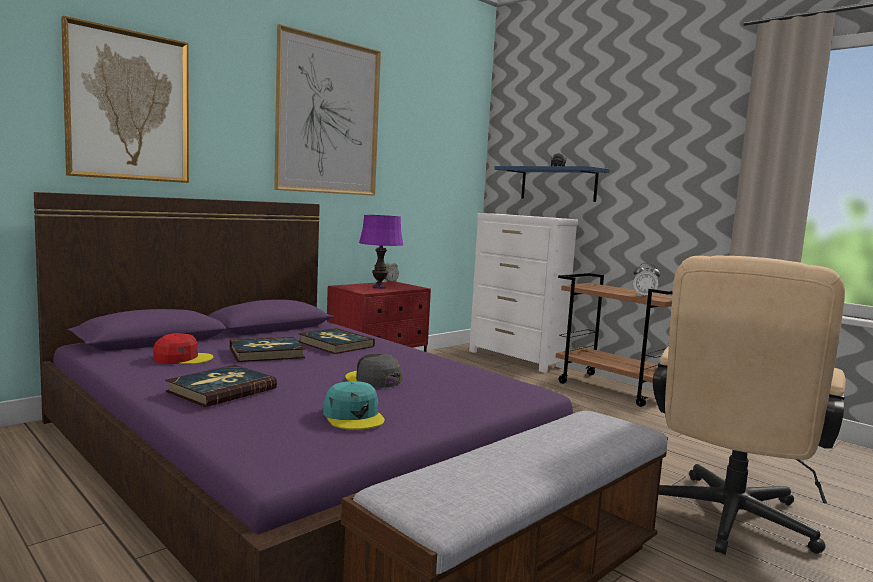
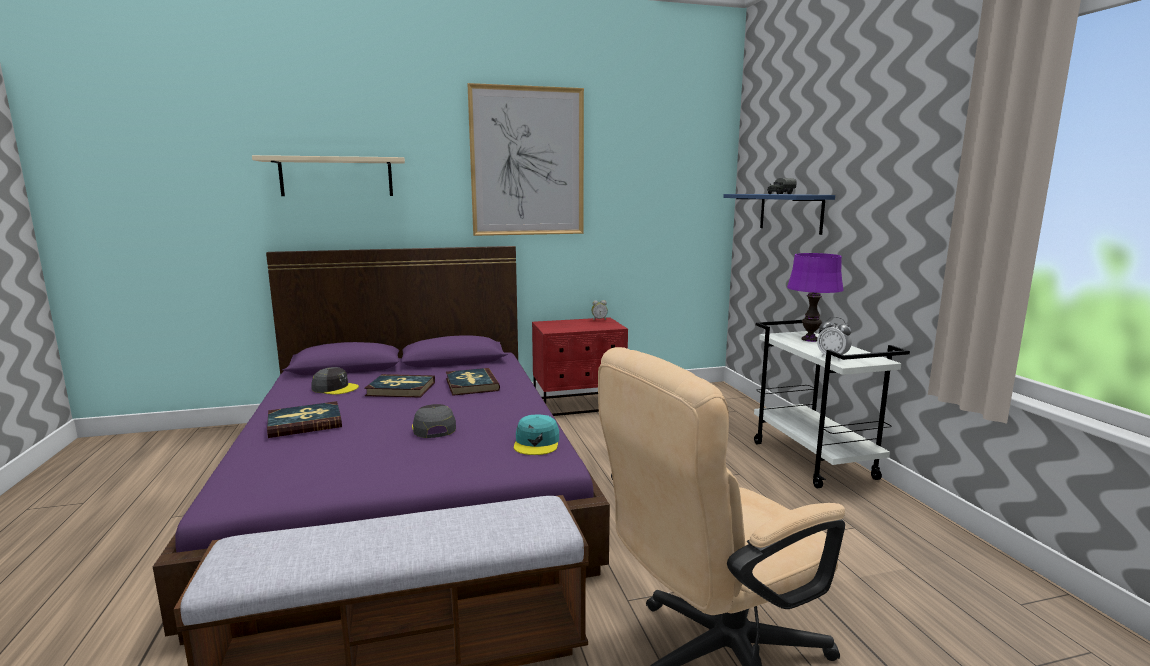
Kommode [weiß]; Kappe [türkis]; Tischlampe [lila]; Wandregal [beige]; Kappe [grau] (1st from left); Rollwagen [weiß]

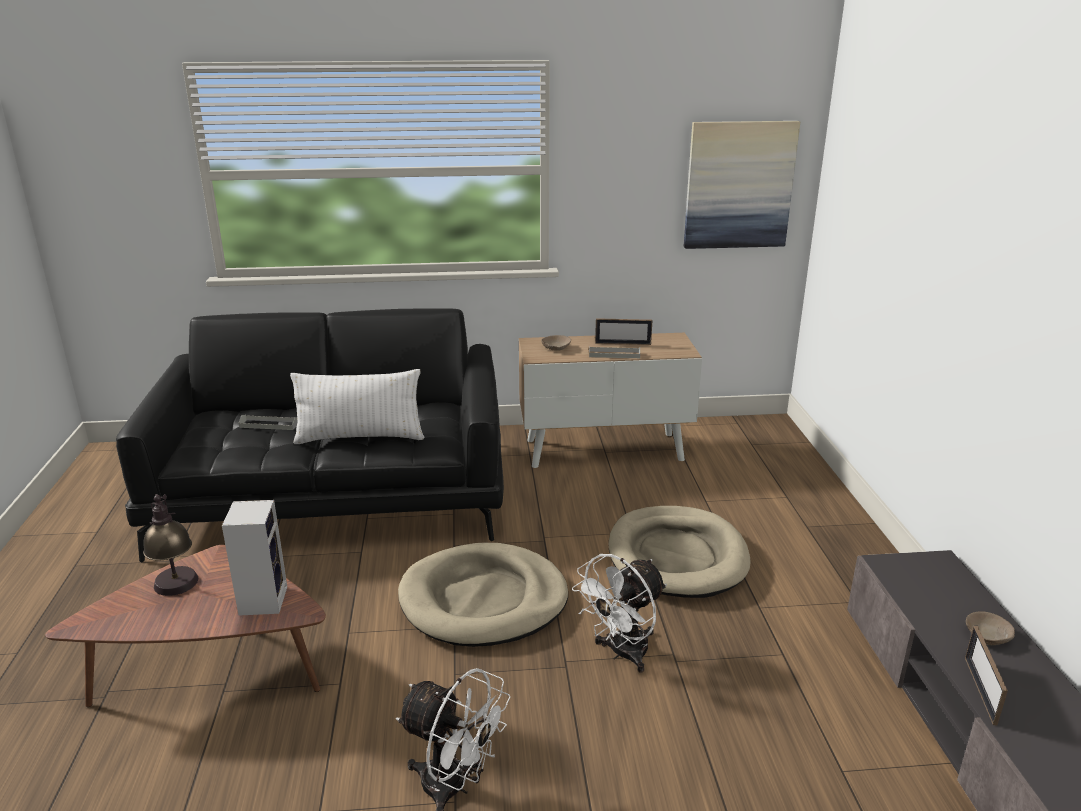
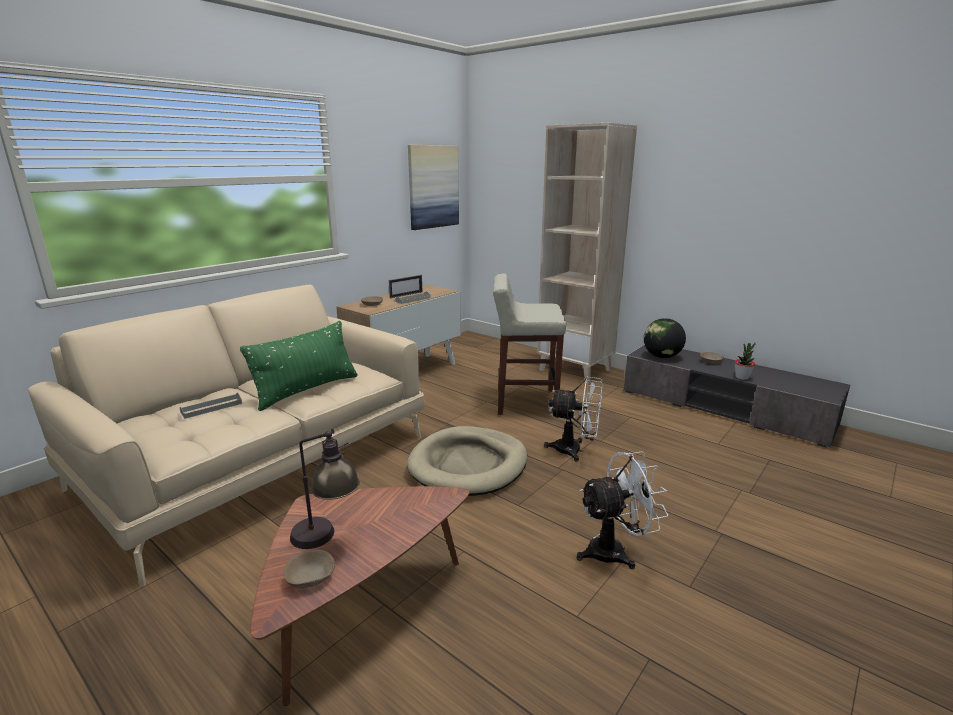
Lautsprecher; Schüssel [beige] (1st from left); Bücherregal [beige]; Globus; Hocker [beige]; Topfpflanze; Sofa [beige]; Kissen [grün]; Ventilator [weiß] (1st from left)

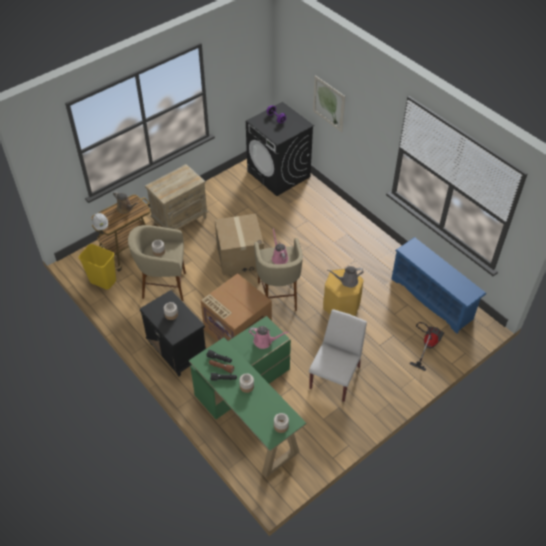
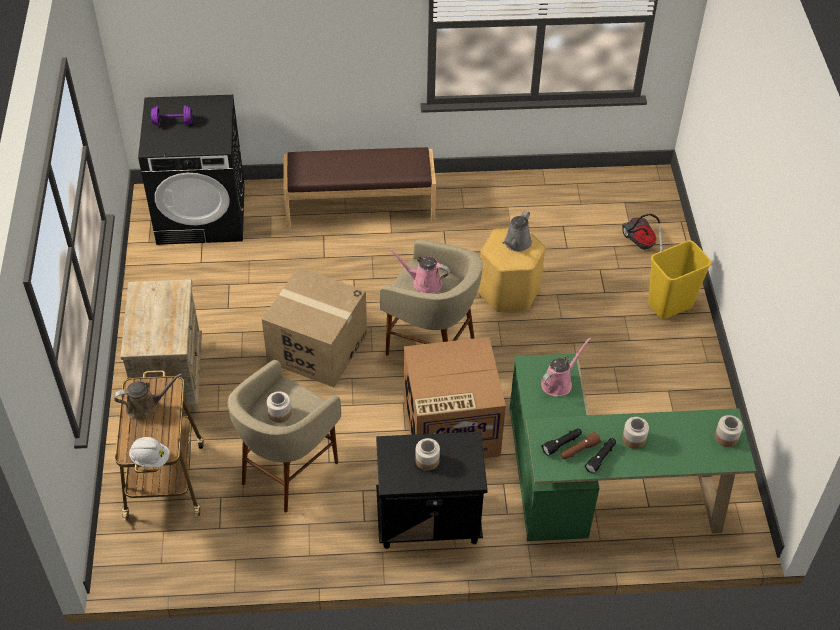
Stuhl [weiß]; Bild; Schuhregal [blau]; Bank [braun]; Mülleimer [gelb]

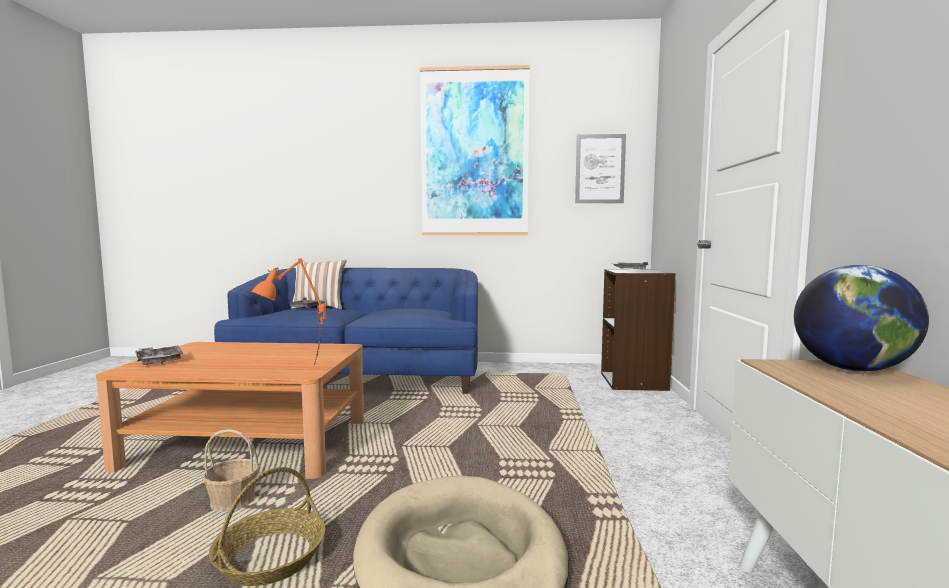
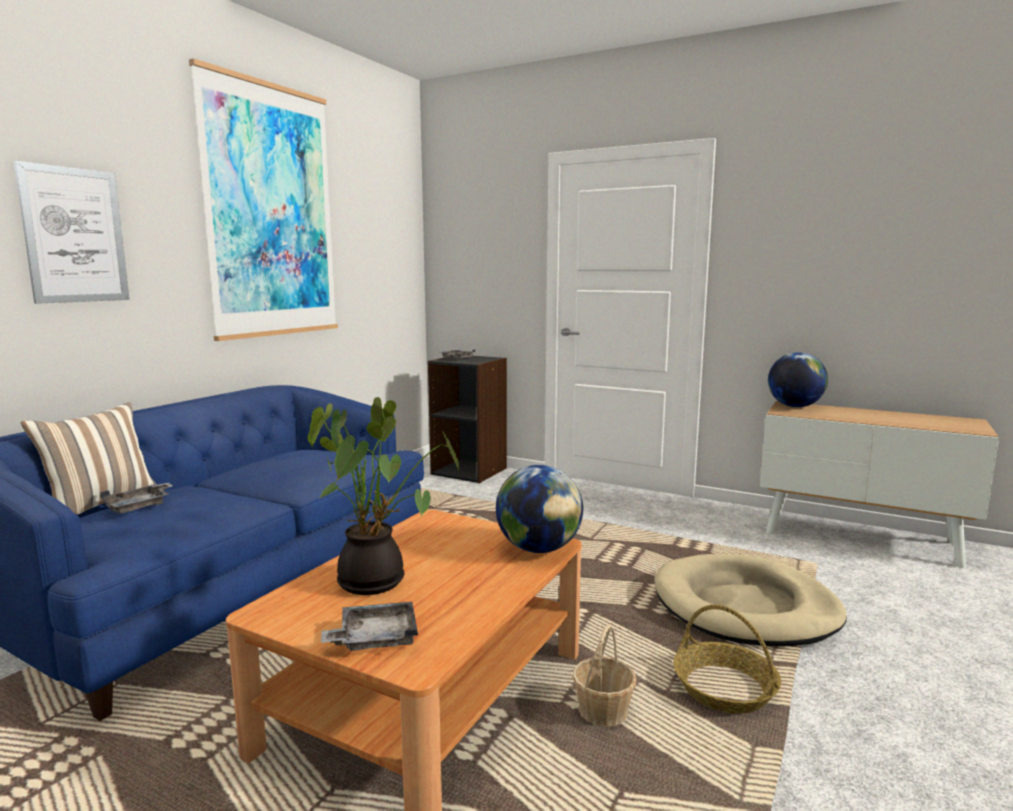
Topfpflanze; Bild (1st from left); Globus (1st from left)

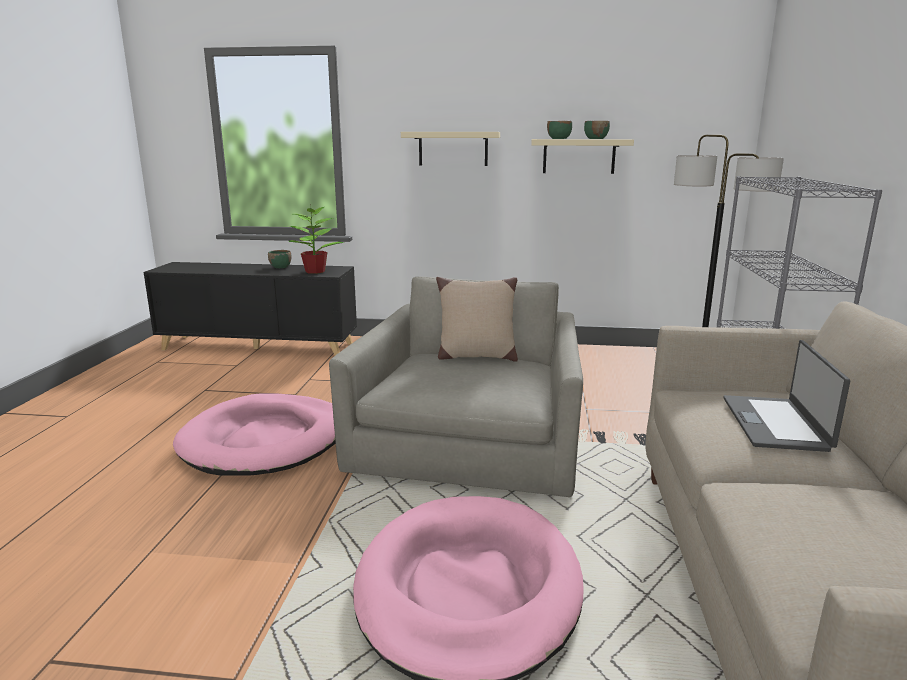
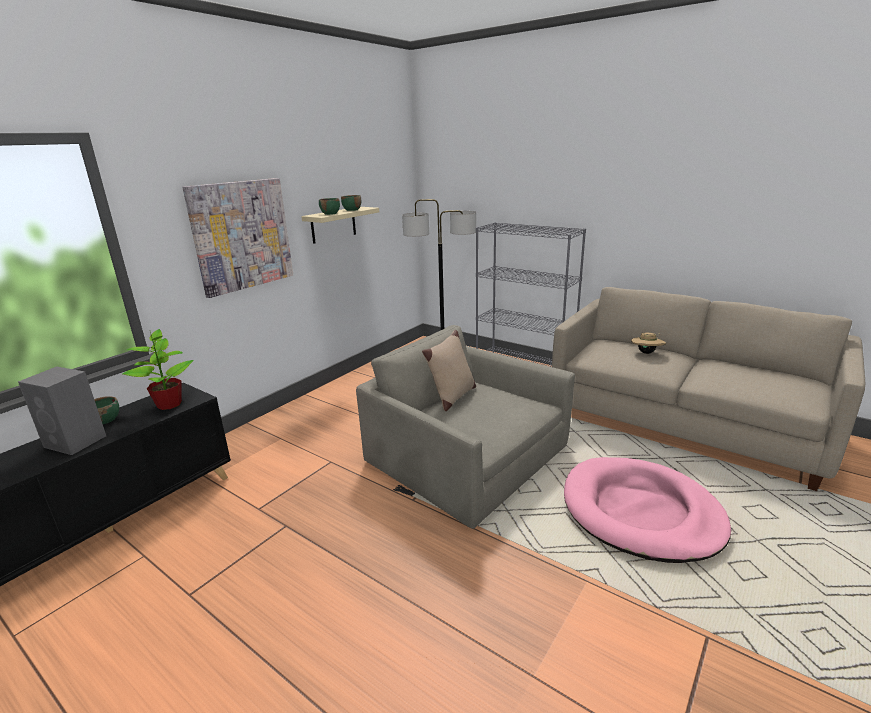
Hundebett [rosa] (1st from left in the first image); Lautsprecher [grau]; Bild; Hut [beige]

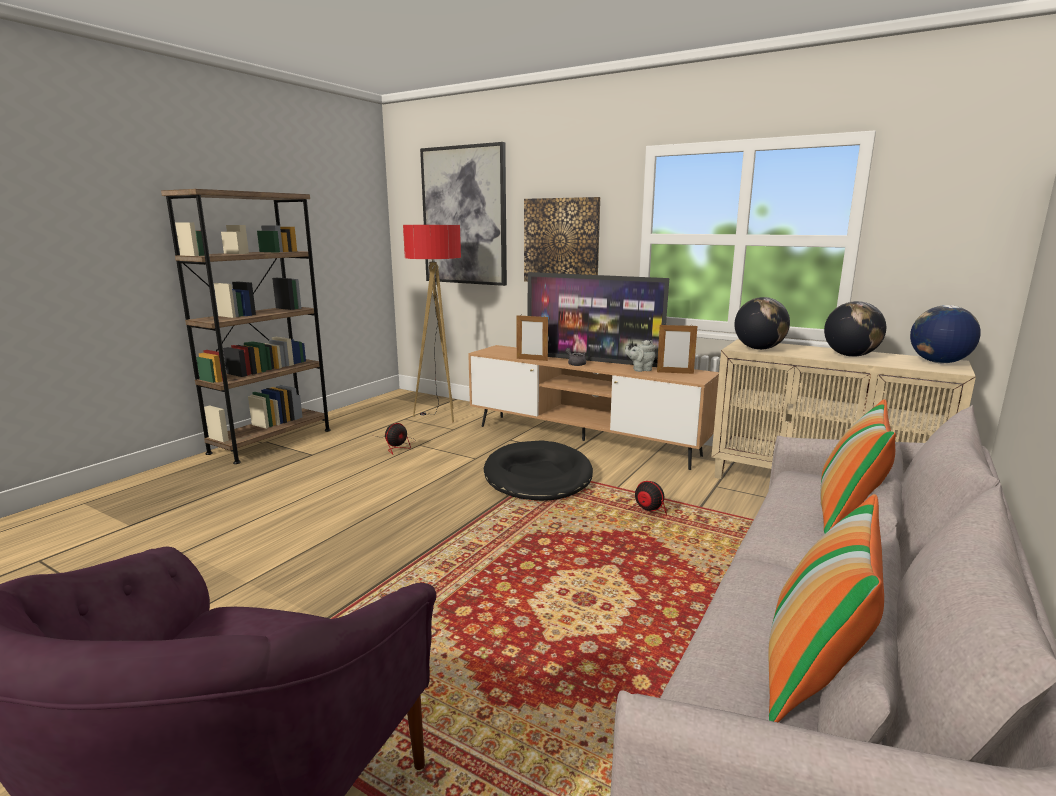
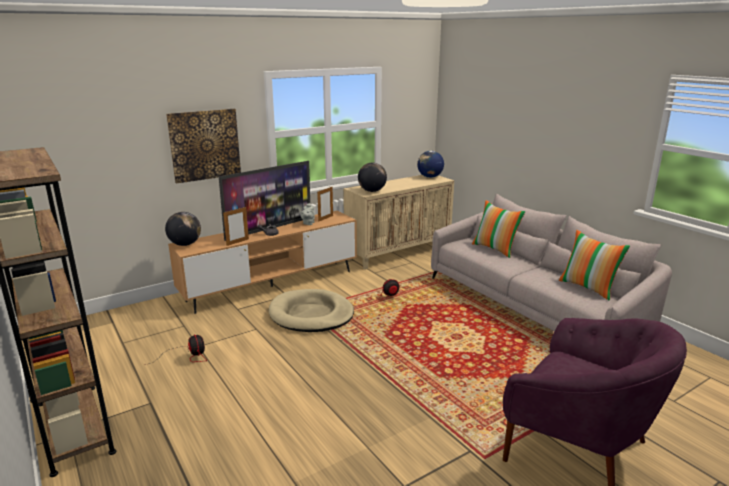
Stehlampe; Bild (1st from left in the first image); Globus (1st from left); Hundebett [beige]

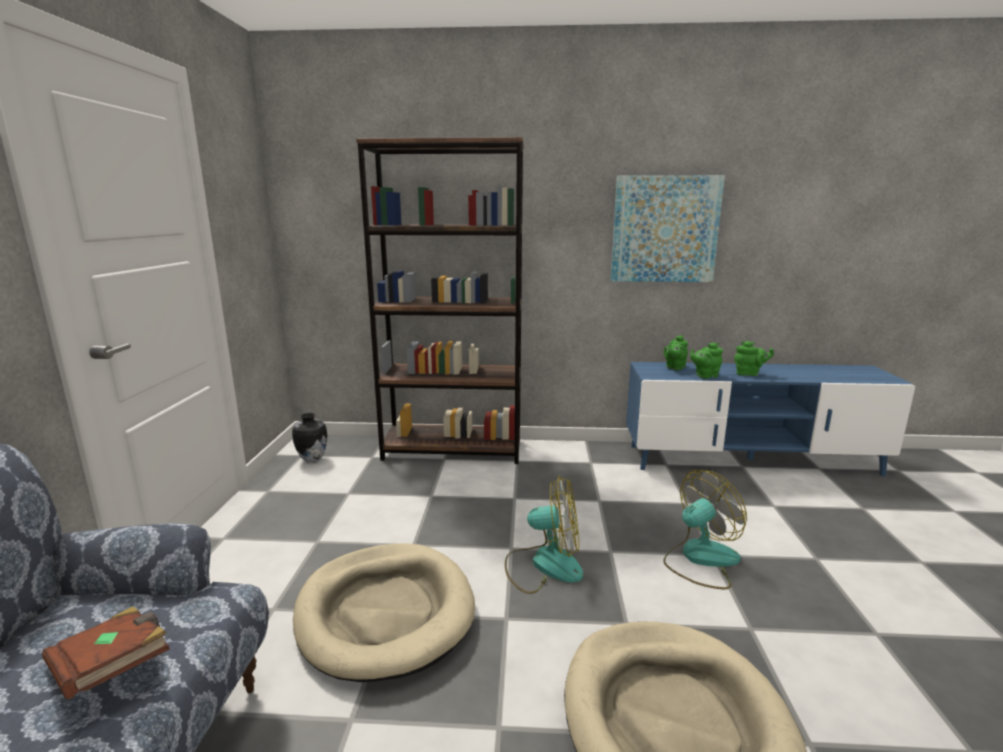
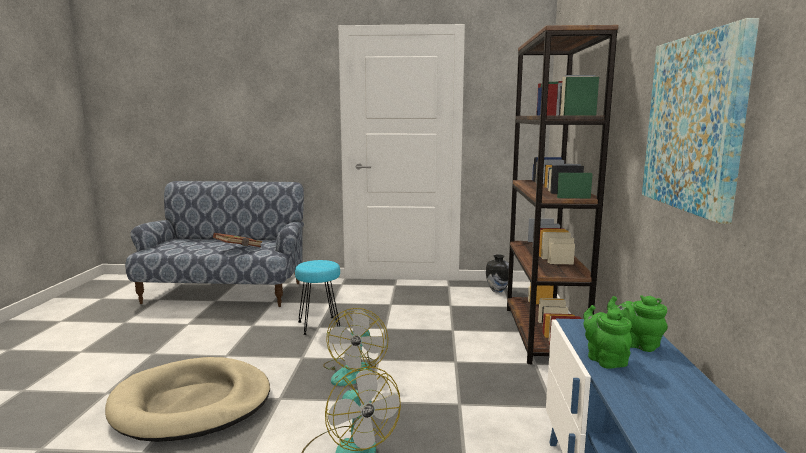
Teekanne [grün] (3rd from left in the first image); Hocker [türkis]

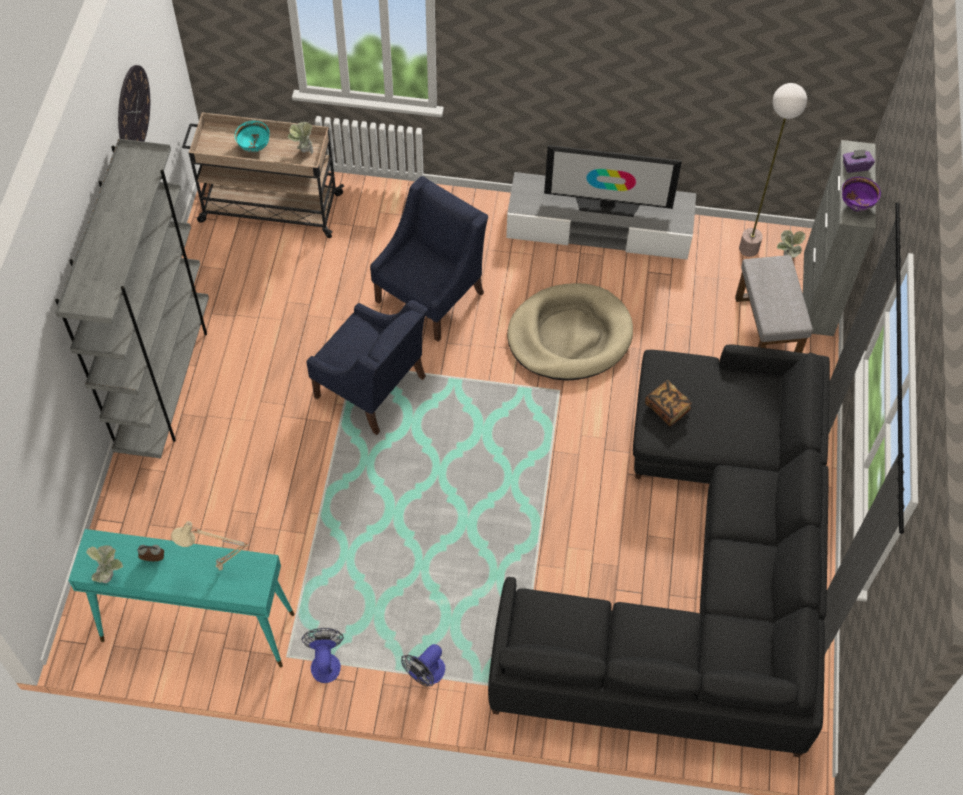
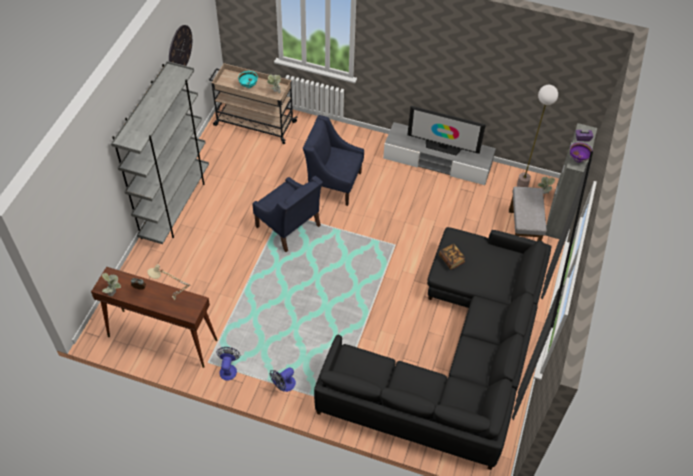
Hundebett [beige]; Konsolentisch [braun]; Sessel [blau] (2nd from left)

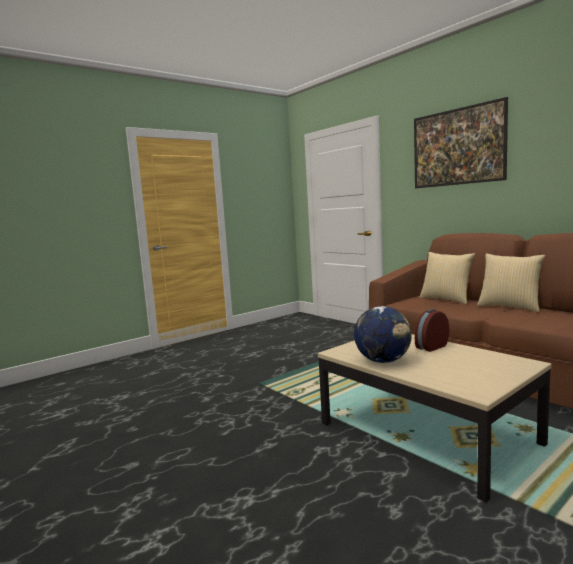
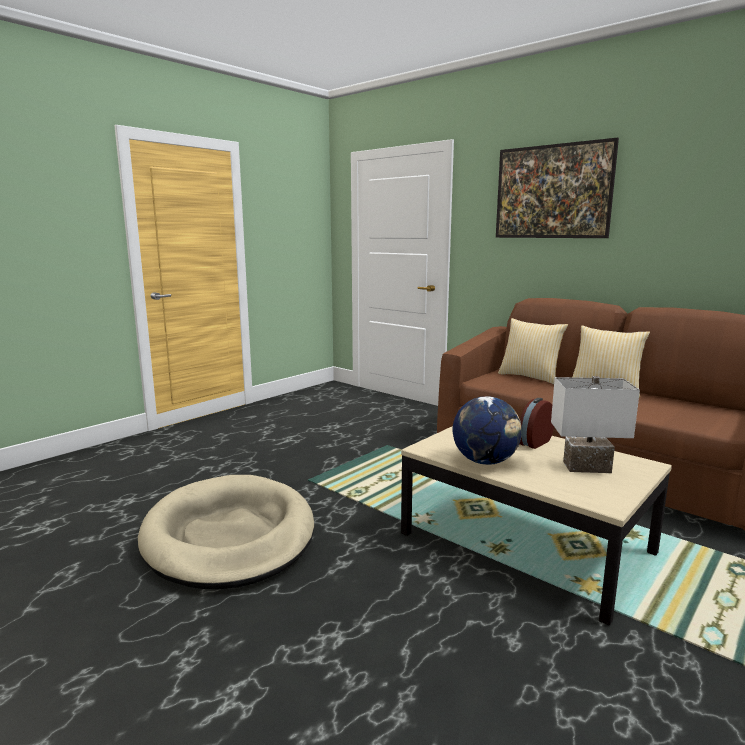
Hundebett [beige]; Tischlampe [weiß]

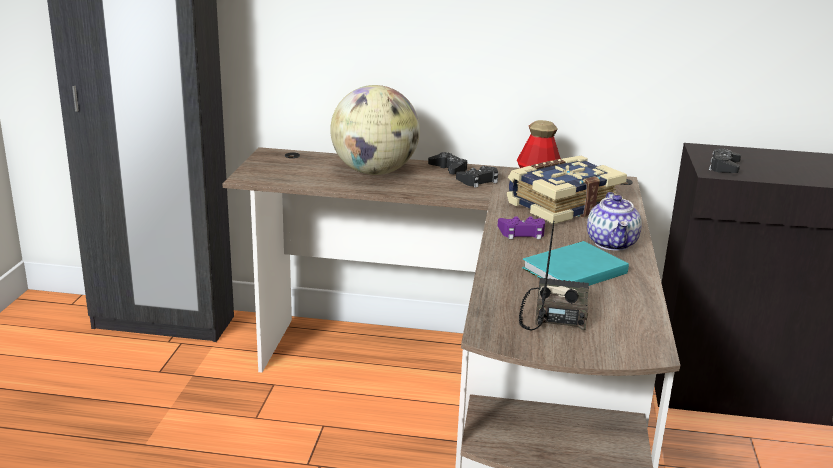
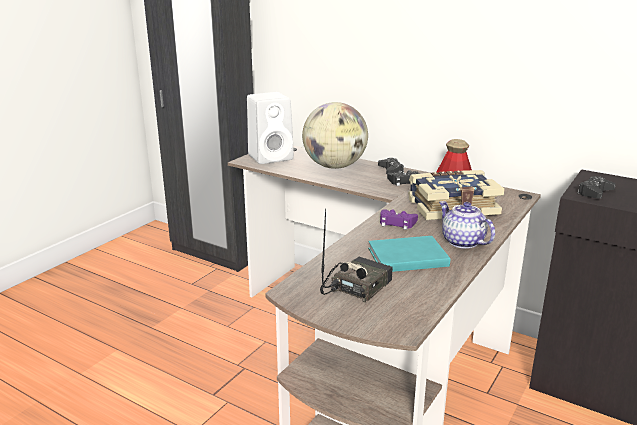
Lautsprecher [weiß]; Teekanne

